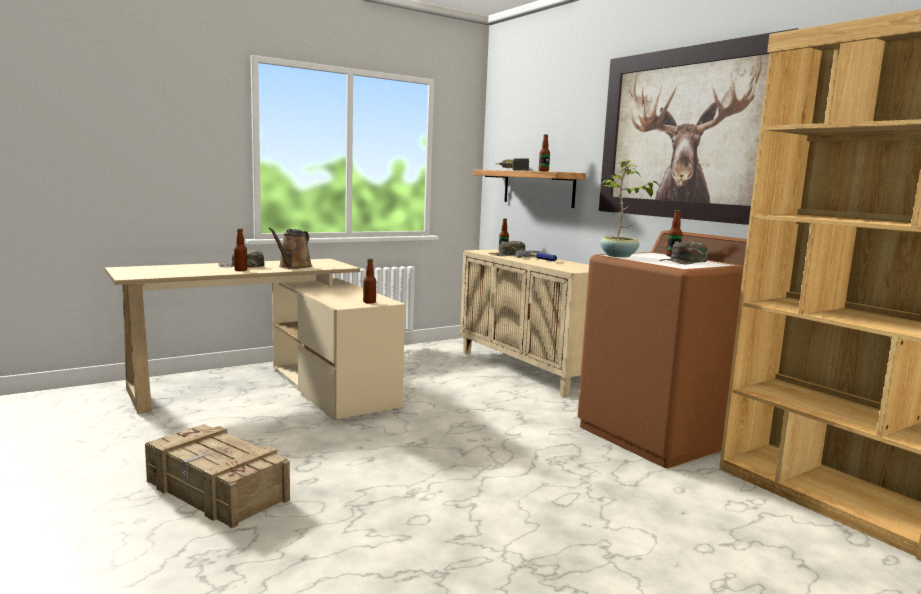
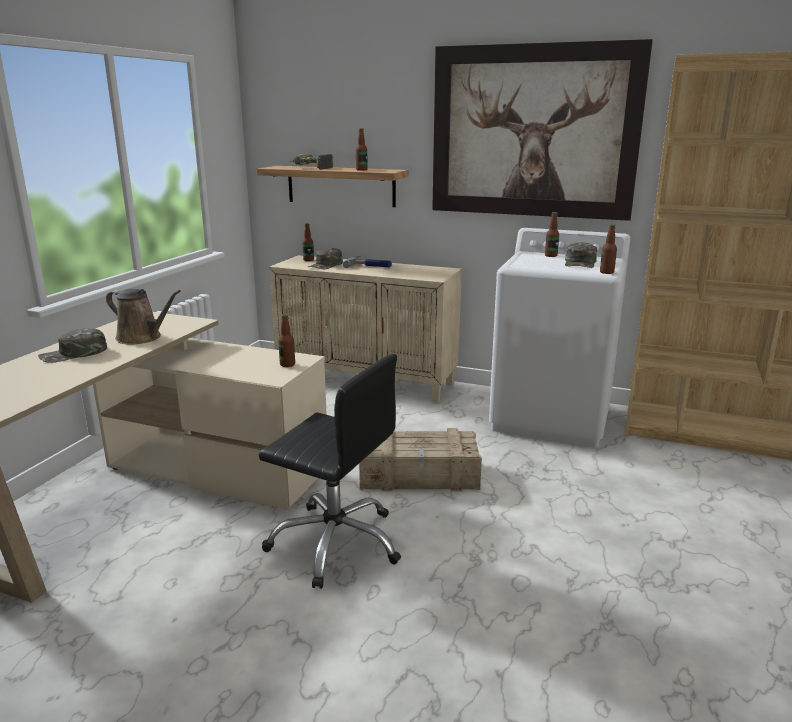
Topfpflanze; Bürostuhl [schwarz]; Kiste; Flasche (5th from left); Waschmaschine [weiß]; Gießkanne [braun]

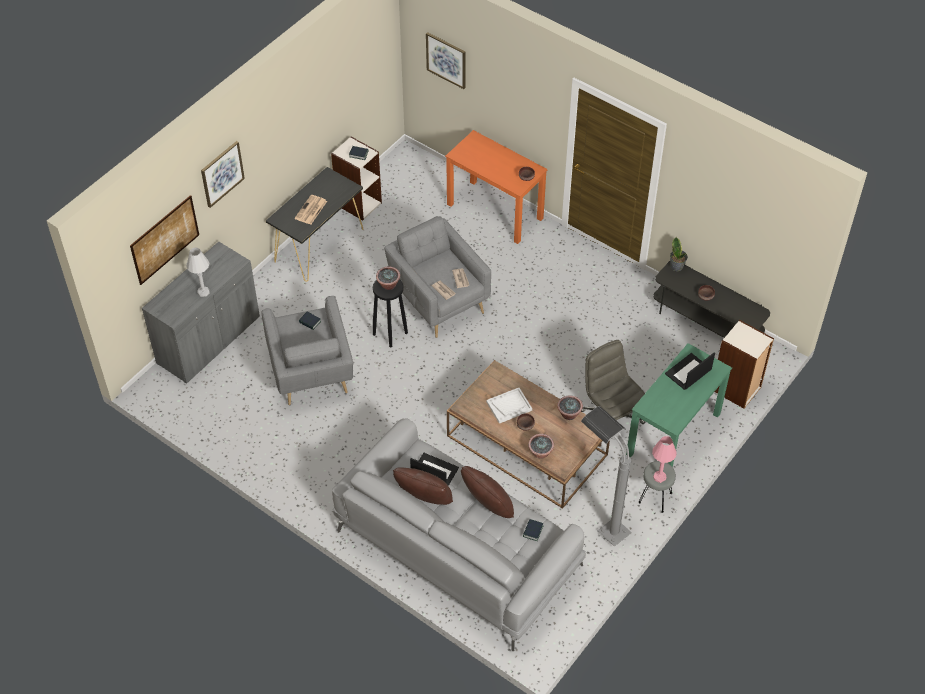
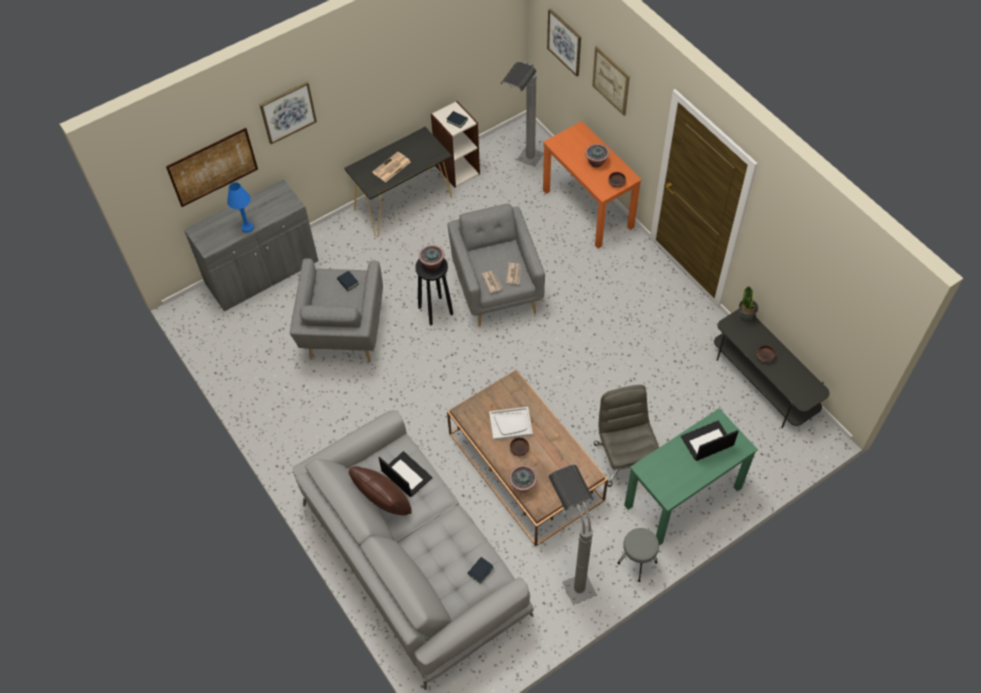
Kissen [braun] (2nd from left in the first image); Tischlampe [rosa]; Bücherregal (2nd from left in the first image); Stehlampe [grau] (1st from left); Bild (4th from left); Topfpflanze (3rd from left); Tischlampe [blau]

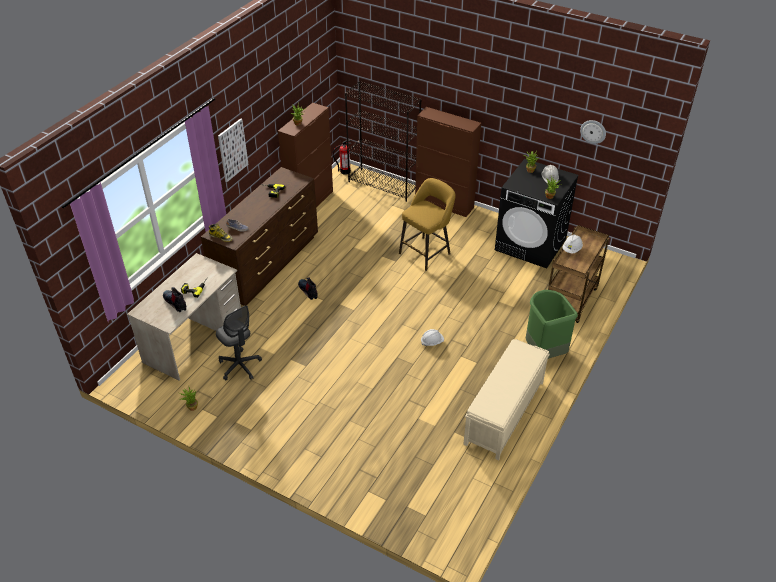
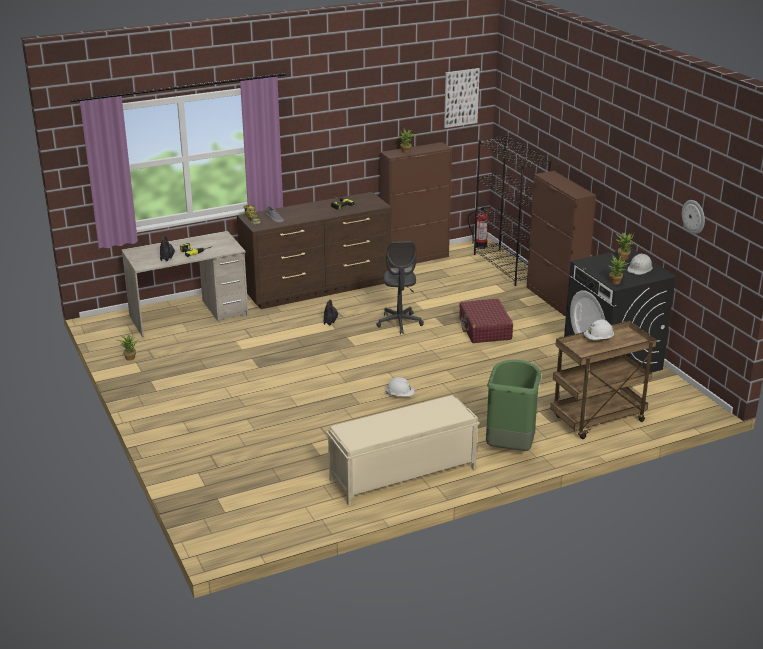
Bürostuhl [grau]; Bild; Koffer [rot]

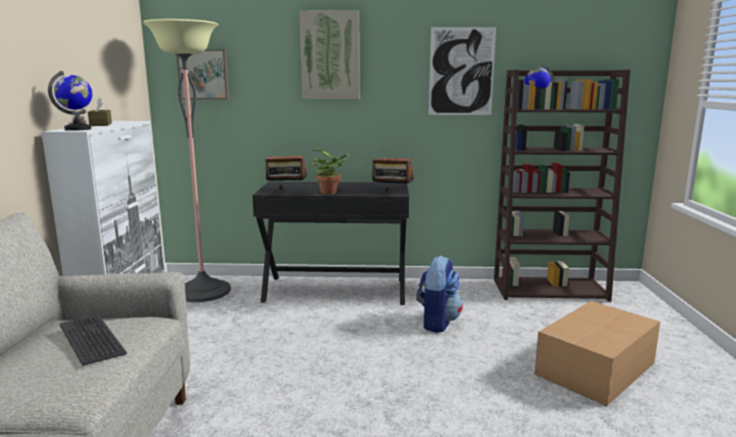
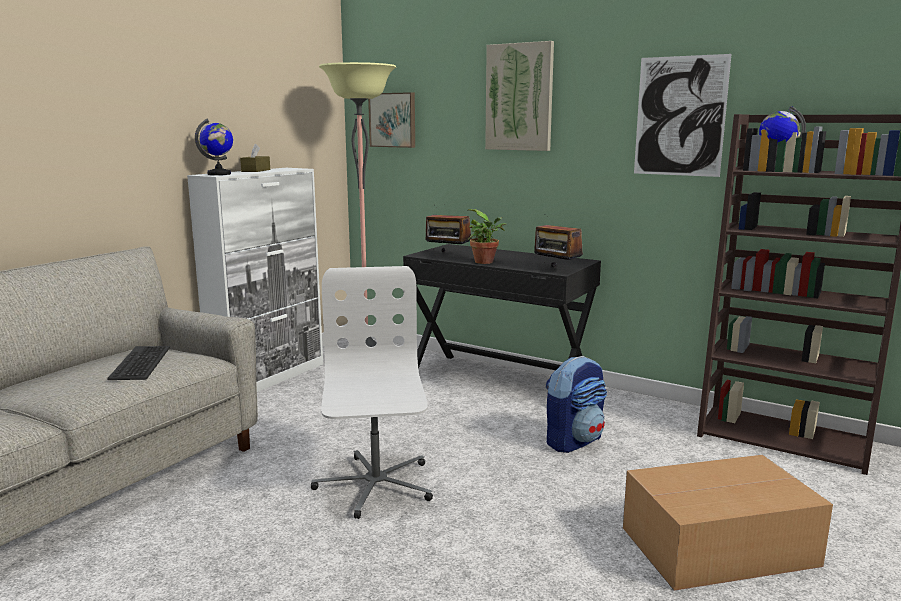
Bürostuhl [weiß]

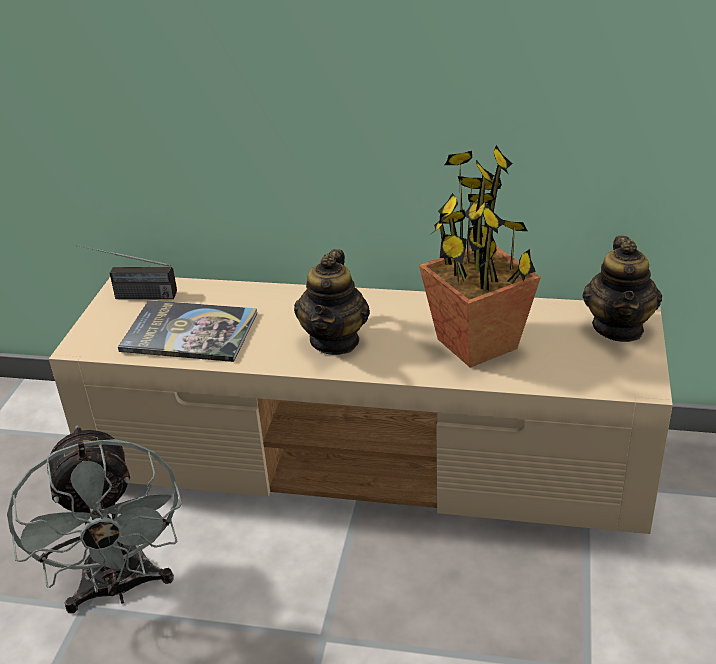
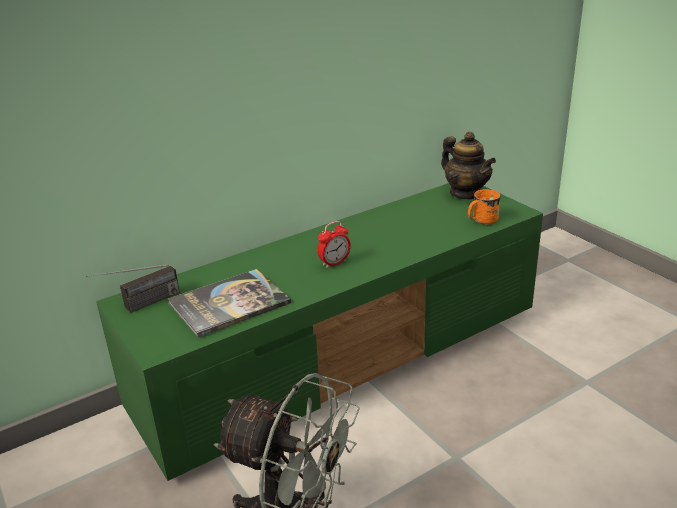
Topfpflanze; Henkelbecher [orange]; Wecker; Fernsehschrank [grün]

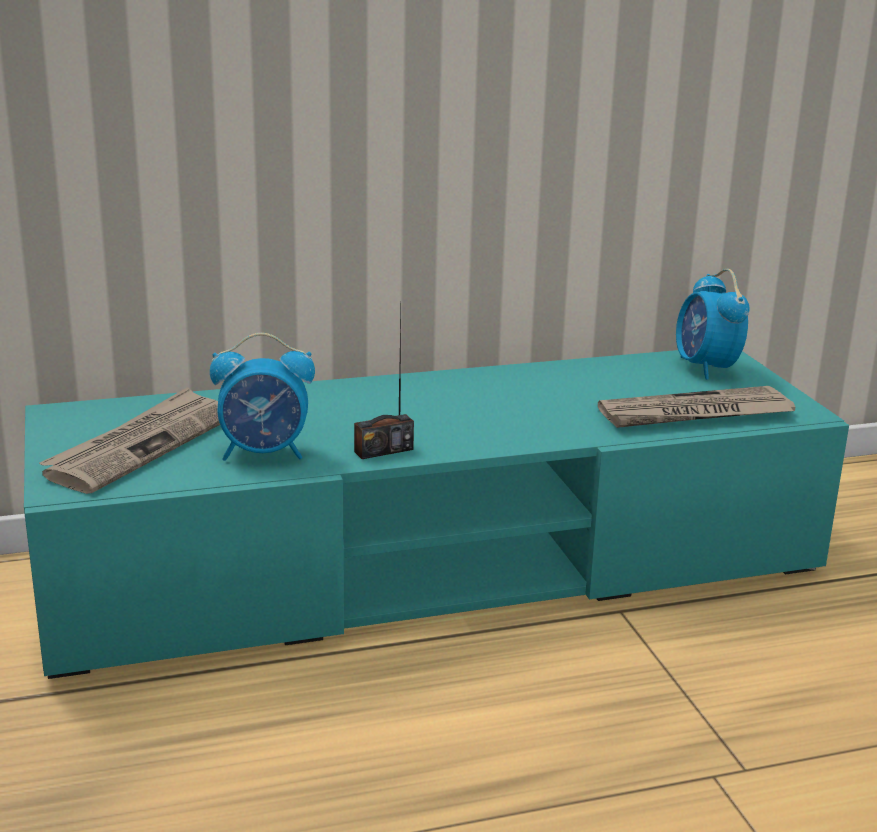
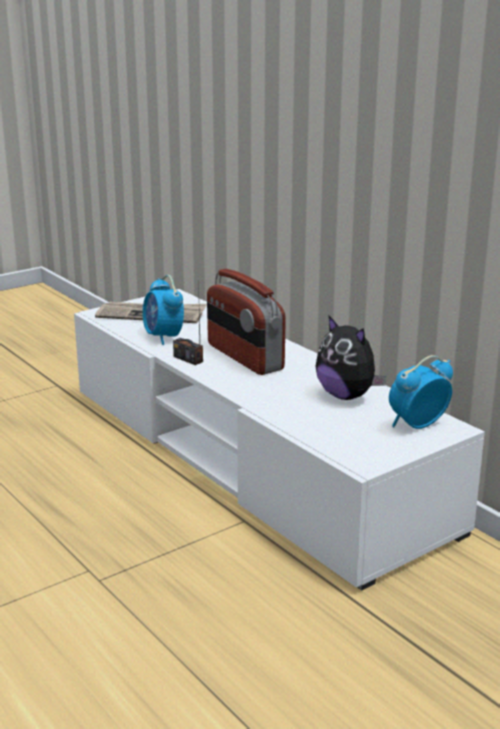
Zeitung (2nd from left in the first image); Radio (2nd from left); Plüschtier; Fernsehschrank [weiß]

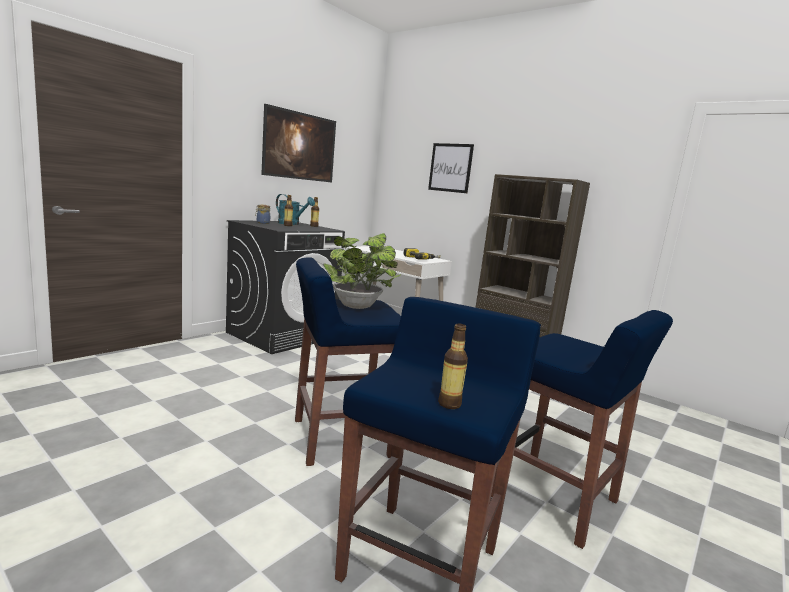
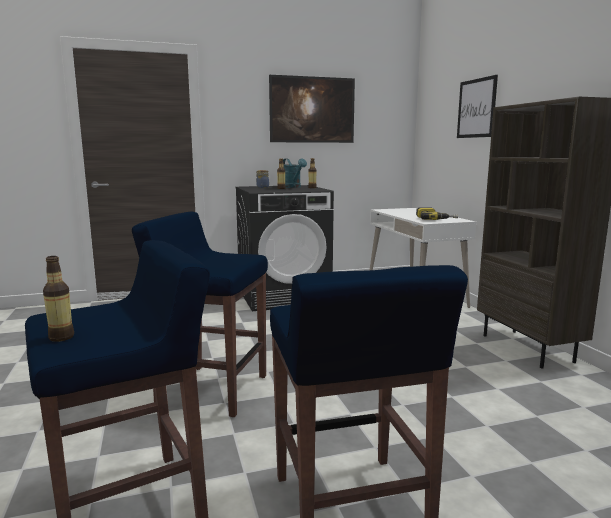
Topfpflanze

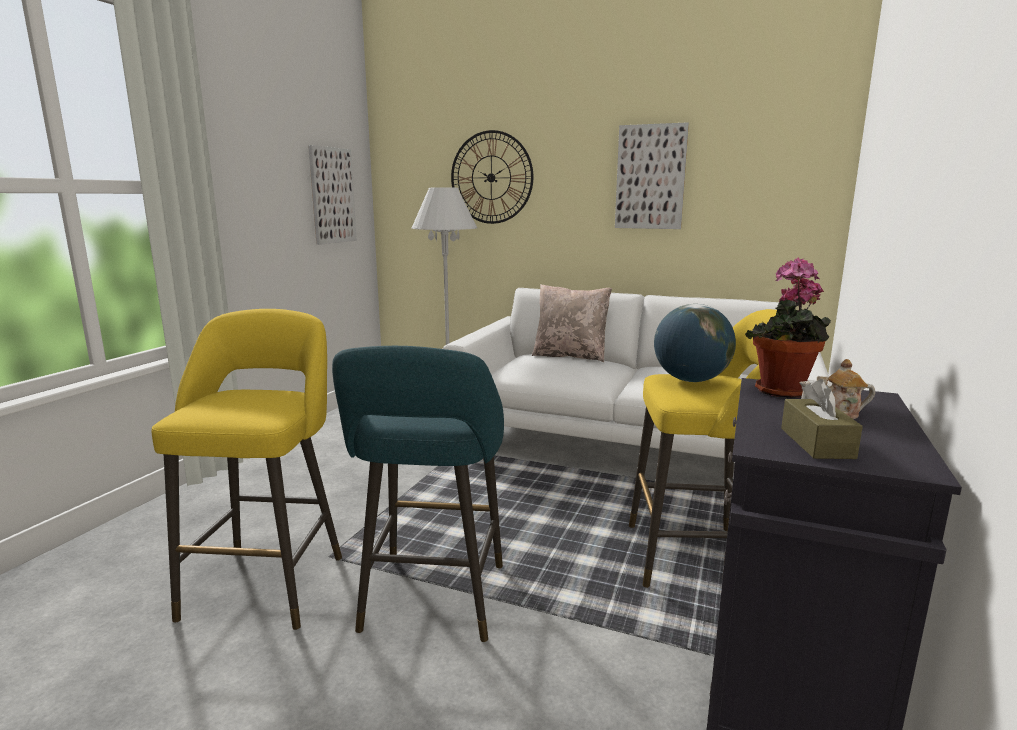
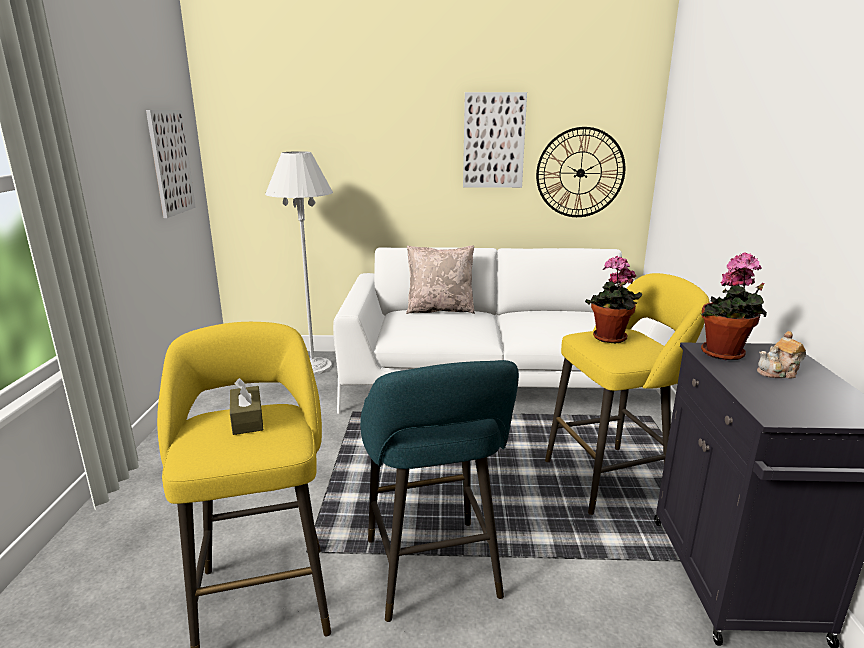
Wanduhr; Taschentuchbox [braun]; Topfpflanze (1st from left)

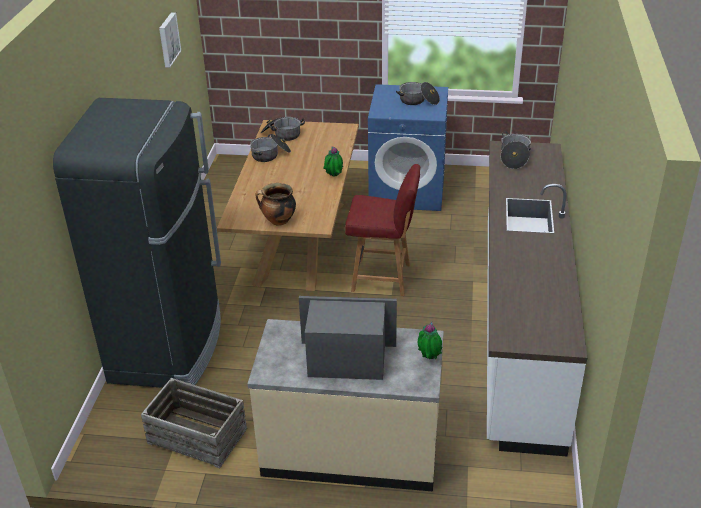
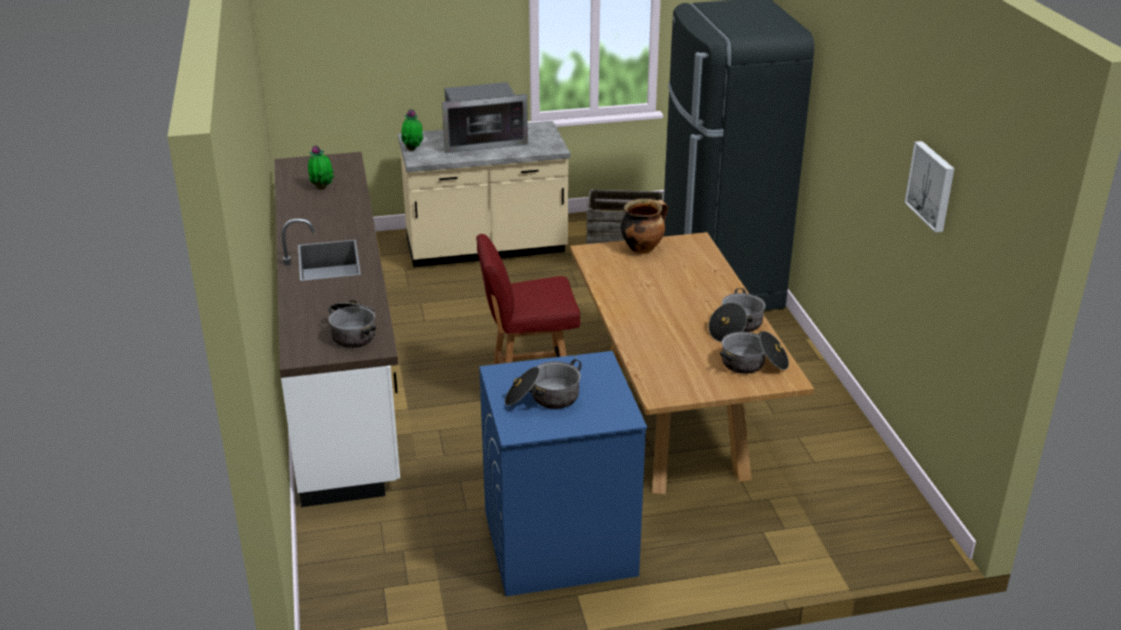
Topfpflanze (1st from left)

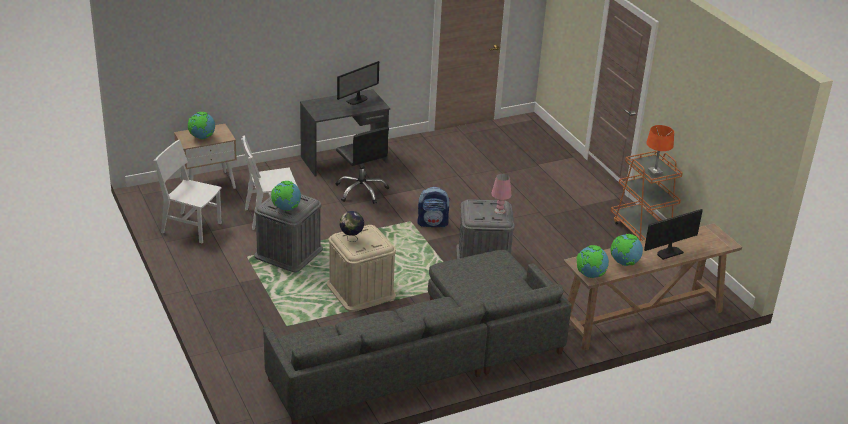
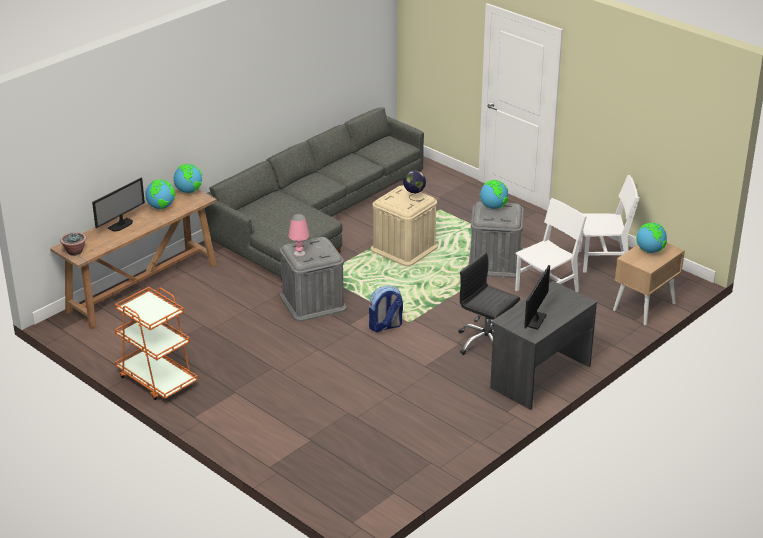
Tischlampe [orange]; Topfpflanze

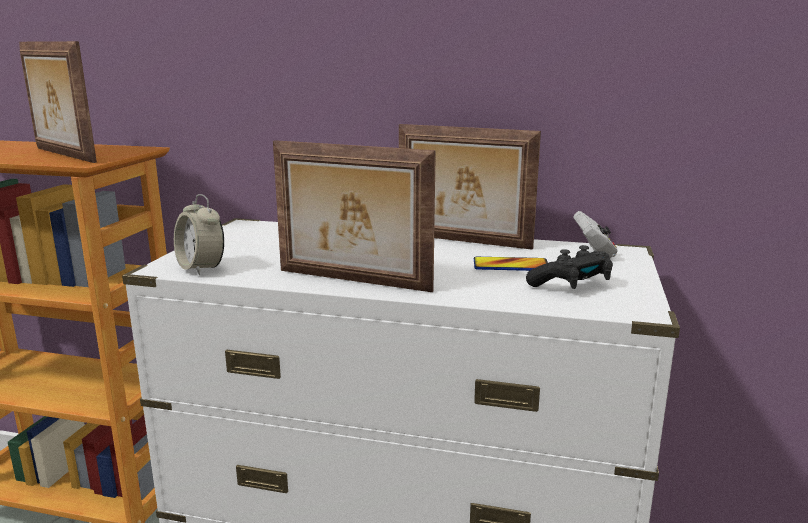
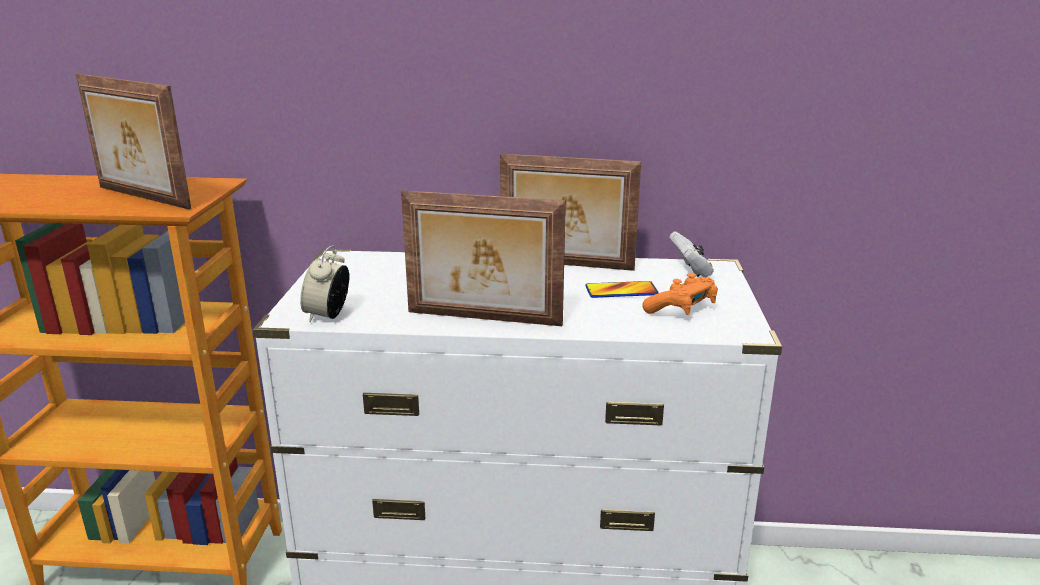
Gamepad [orange]; Wecker

